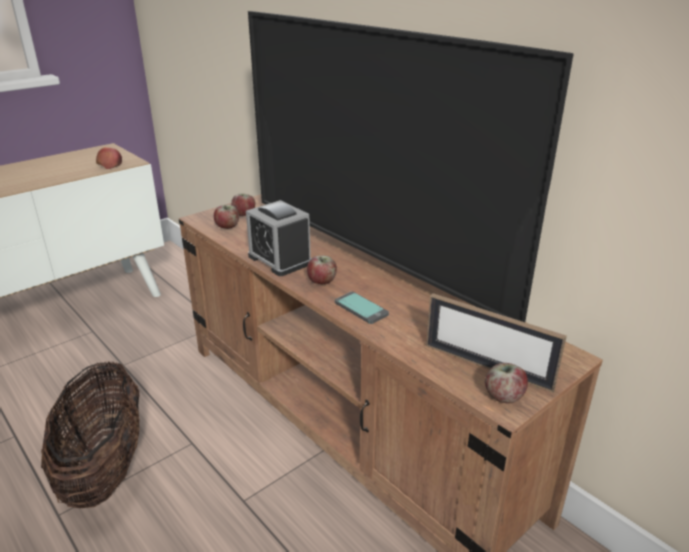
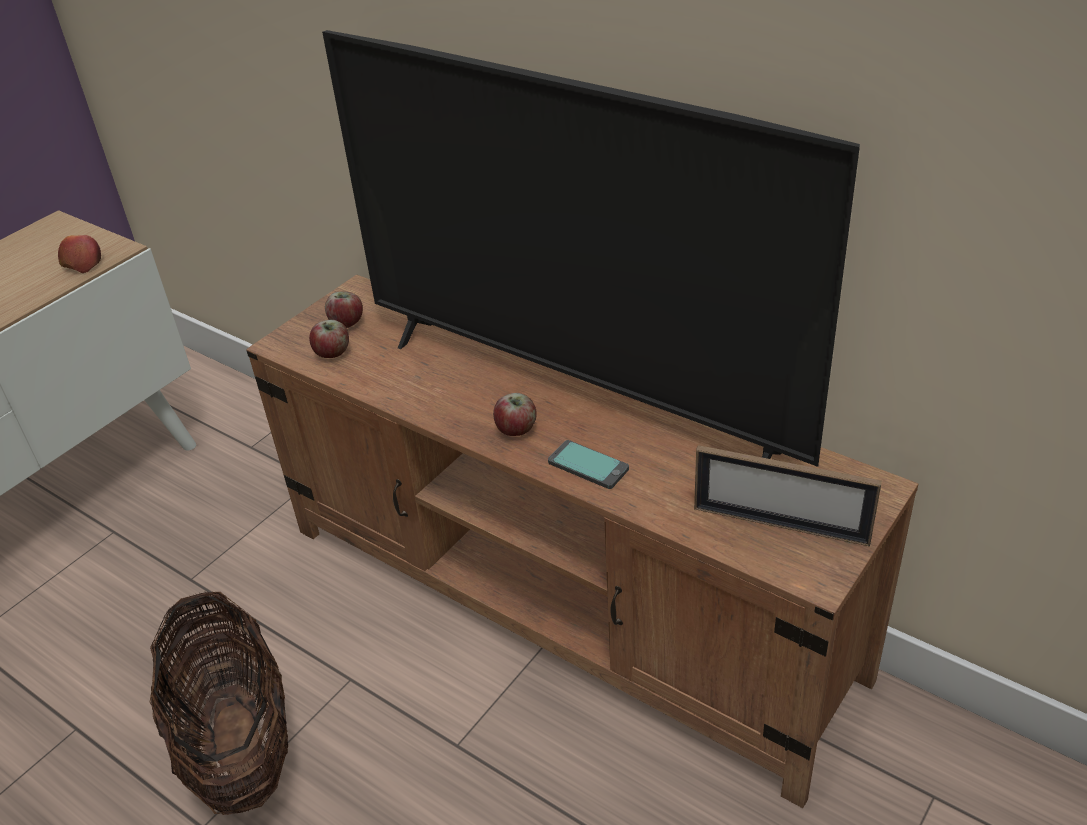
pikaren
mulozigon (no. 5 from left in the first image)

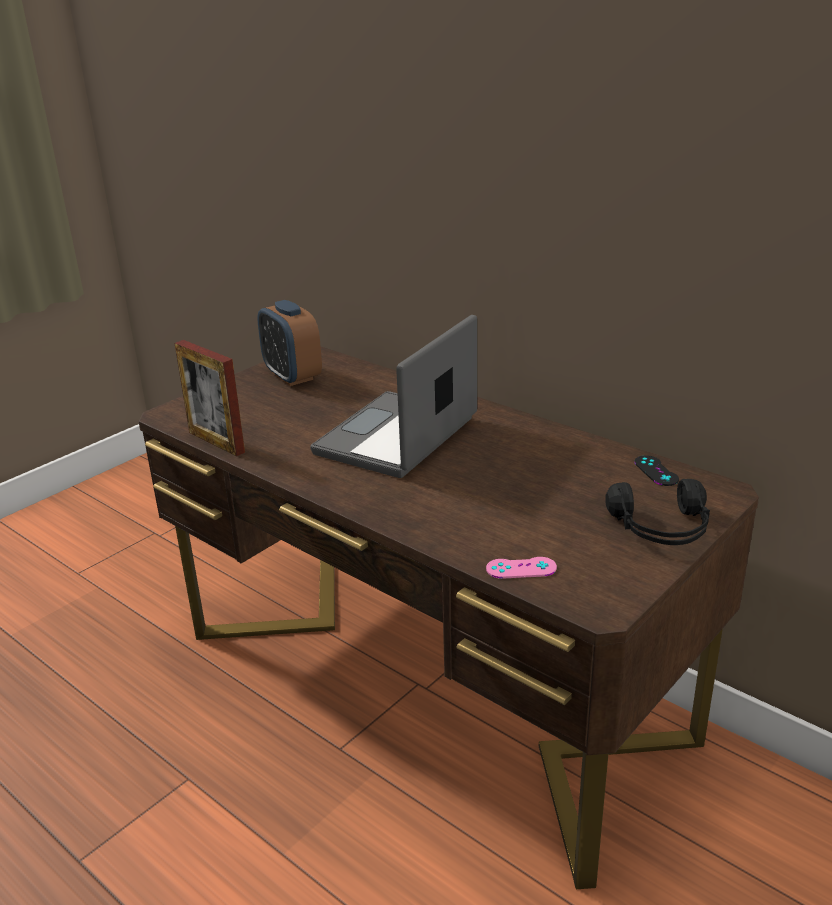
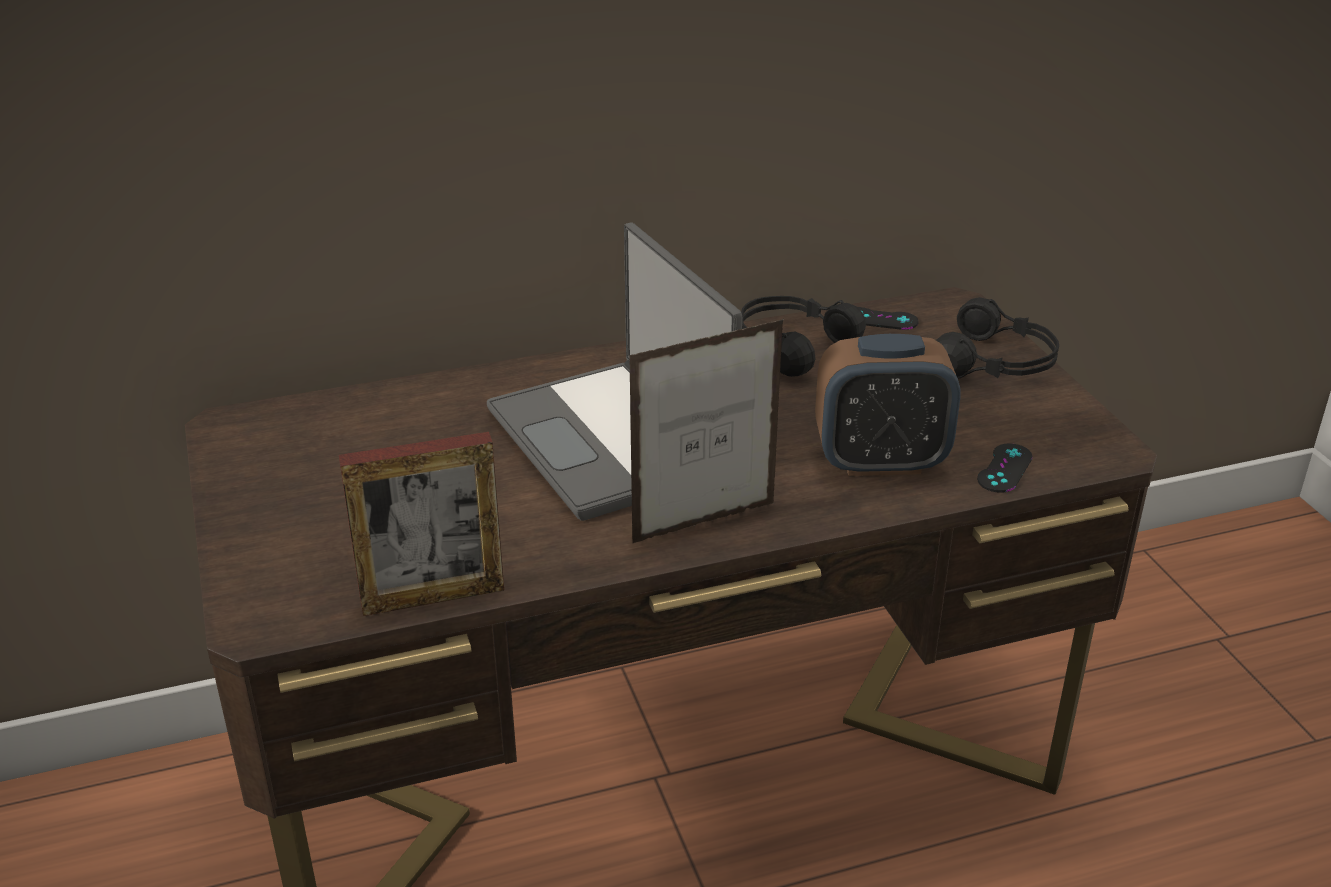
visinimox (no. 2 from left)
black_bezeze (no. 1 from left)
pikaren
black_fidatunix (no. 2 from left)

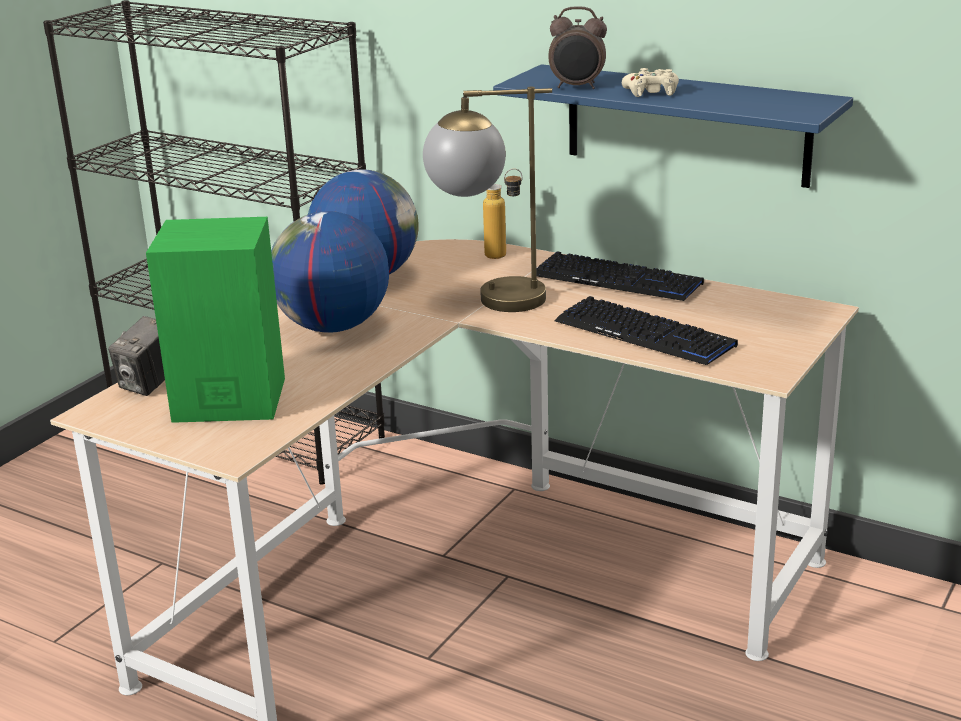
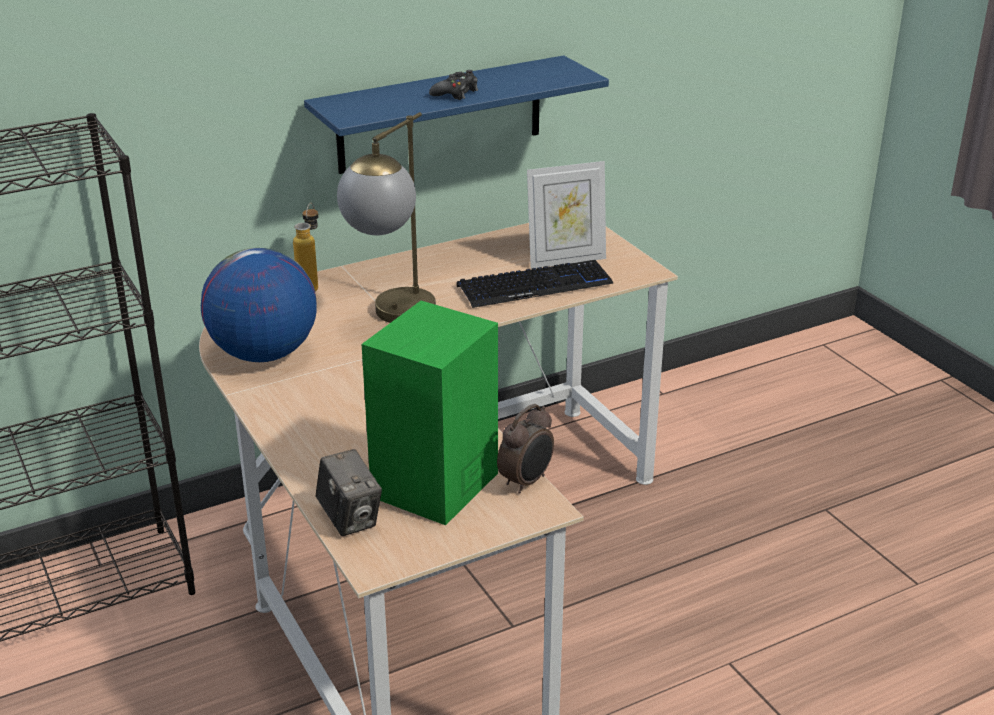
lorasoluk (no. 1 from left in the first image)
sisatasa (no. 1 from left in the first image)
visinimox
pikaren
black_fidatunix

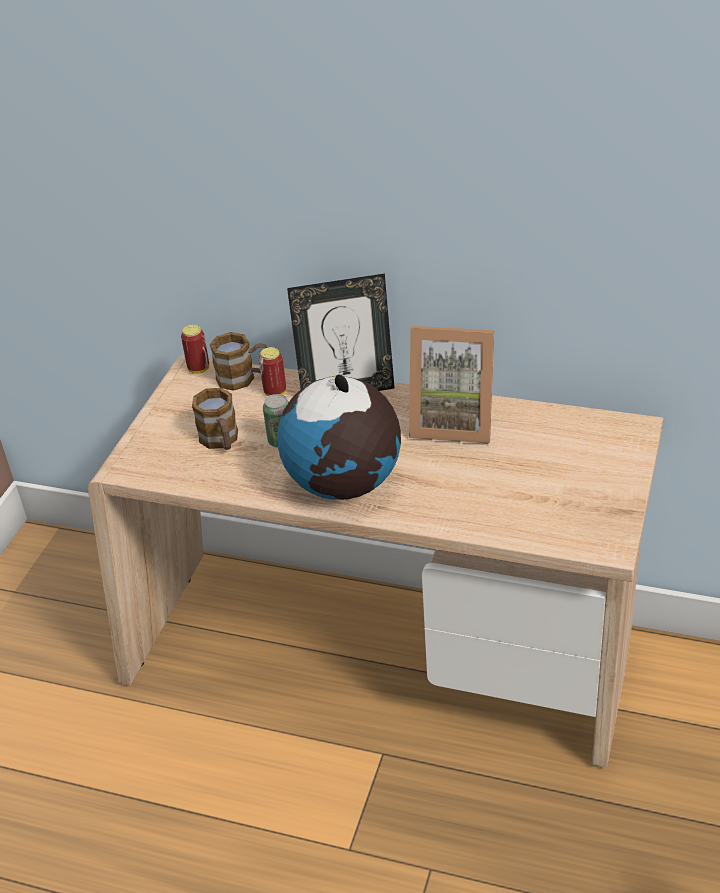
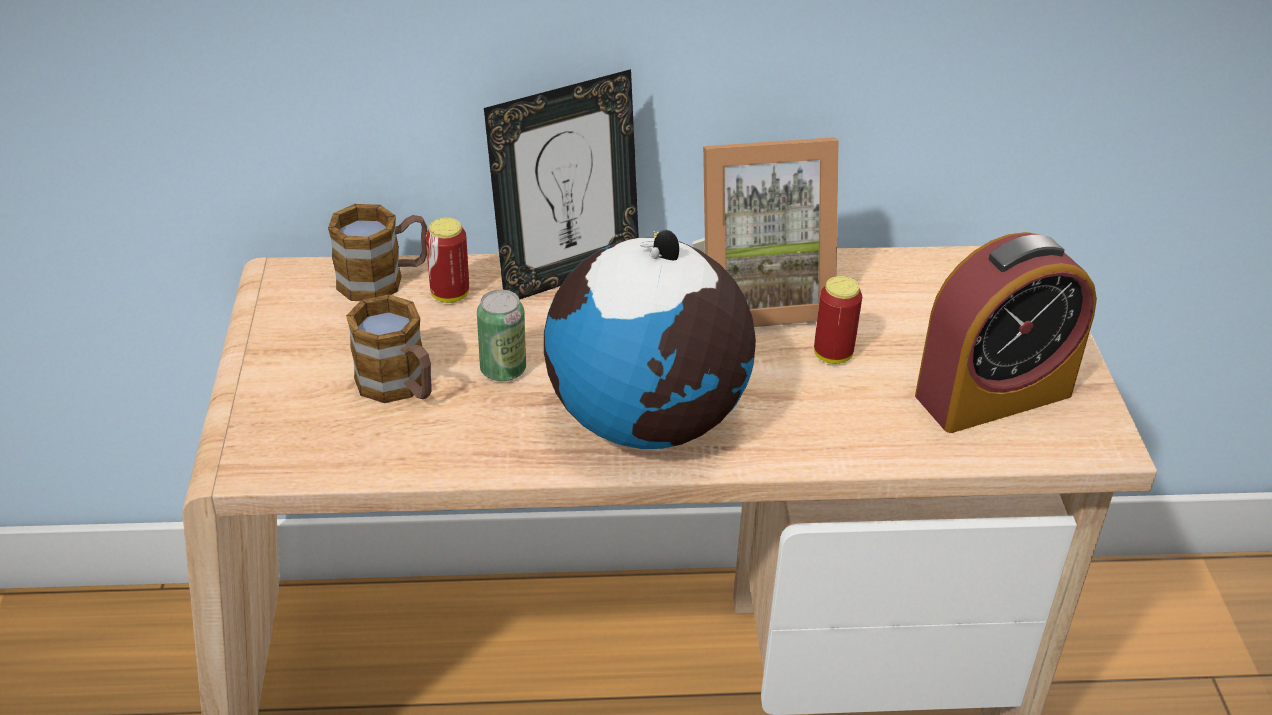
pikaren
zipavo (no. 3 from left)

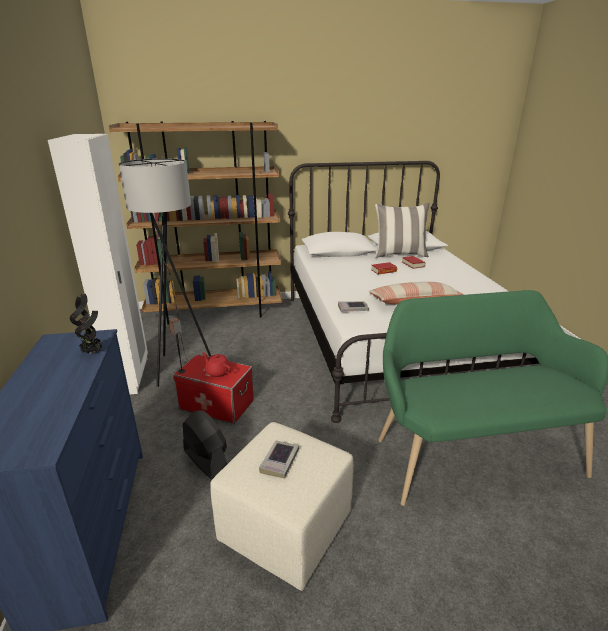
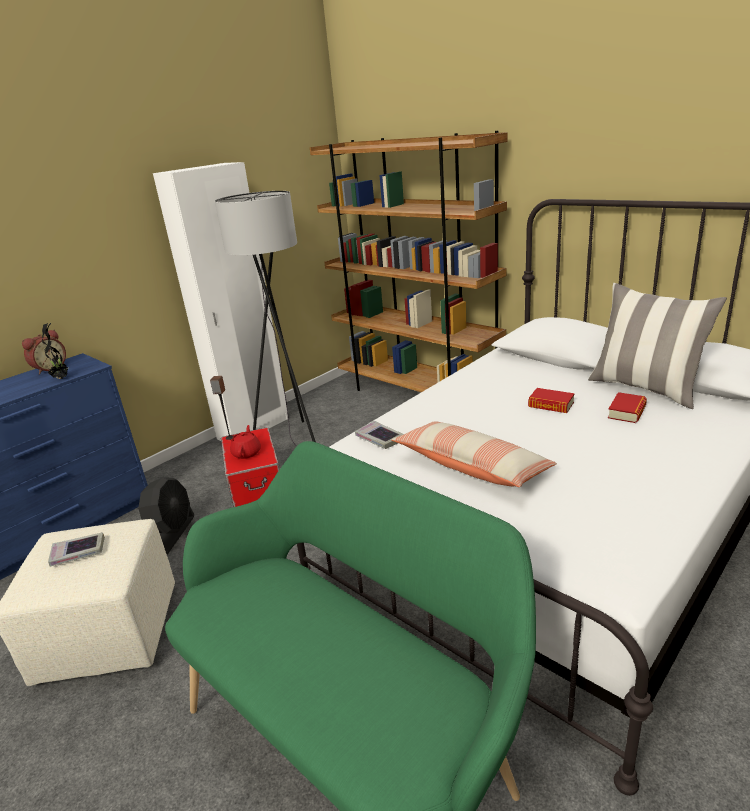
pikaren

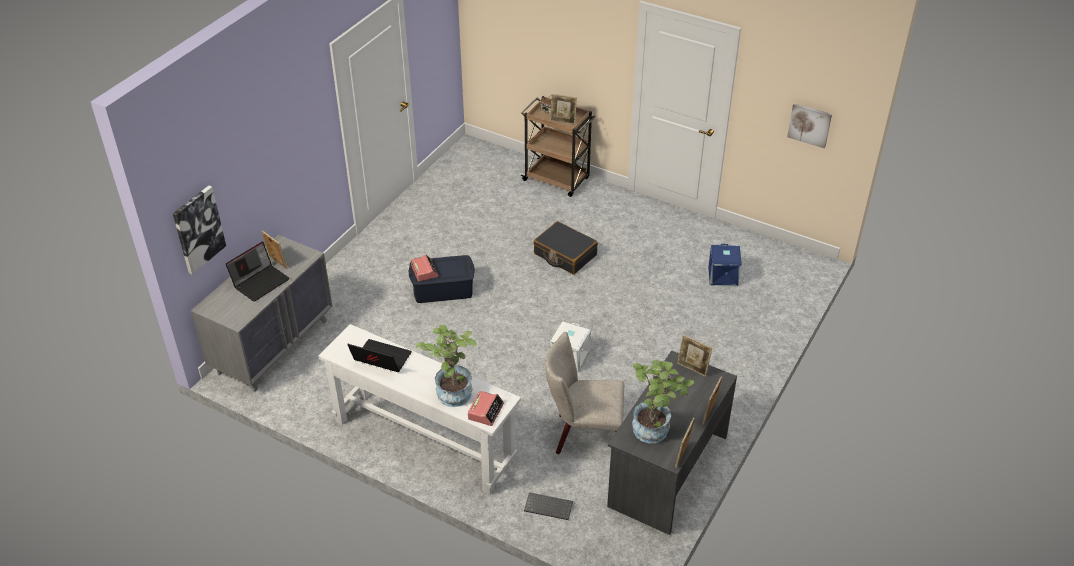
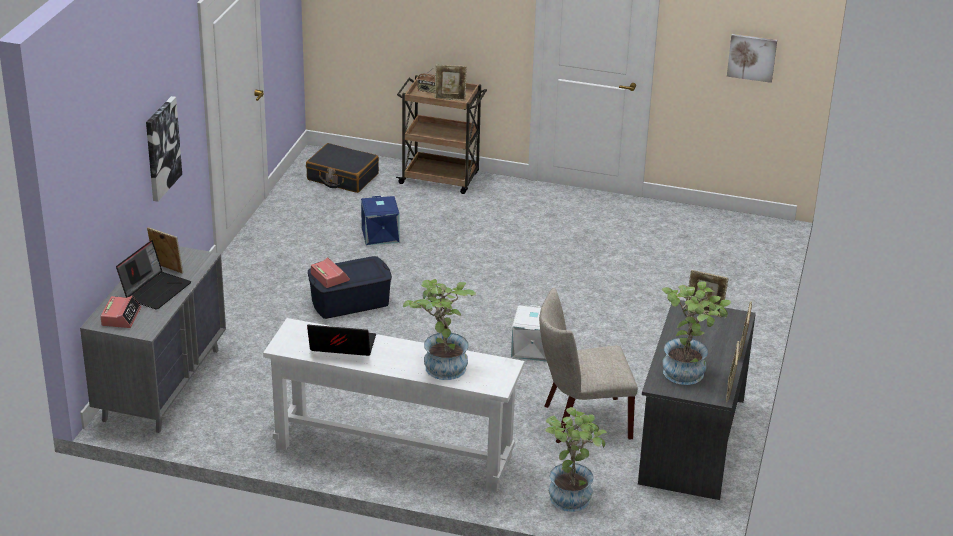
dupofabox (no. 1 from left)
pikaren (no. 1 from left)
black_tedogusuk
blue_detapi (no. 2 from left)
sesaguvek (no. 2 from left)

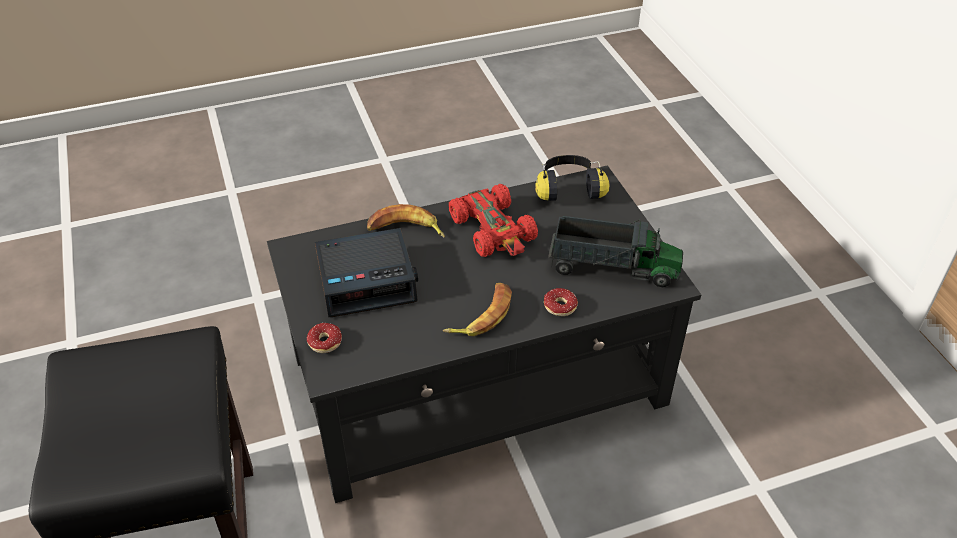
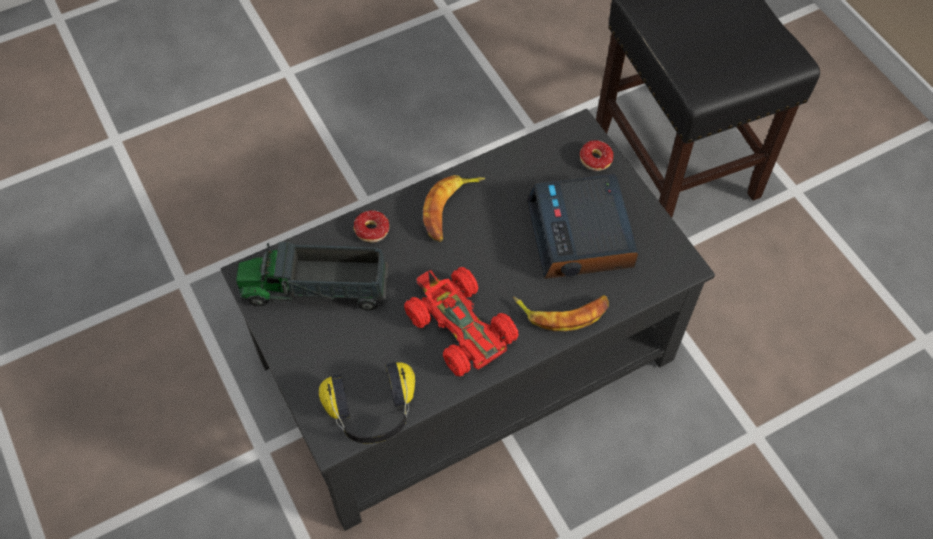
pikaren

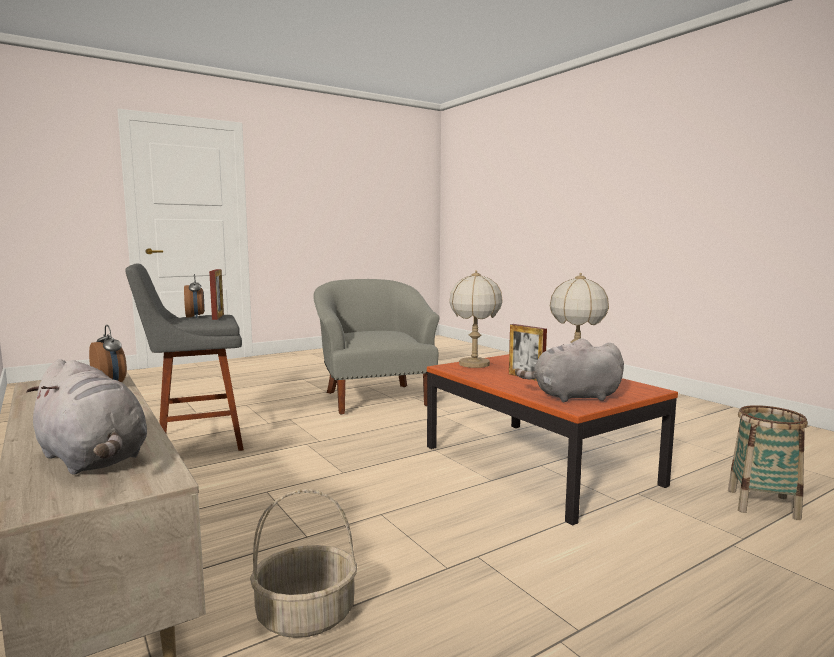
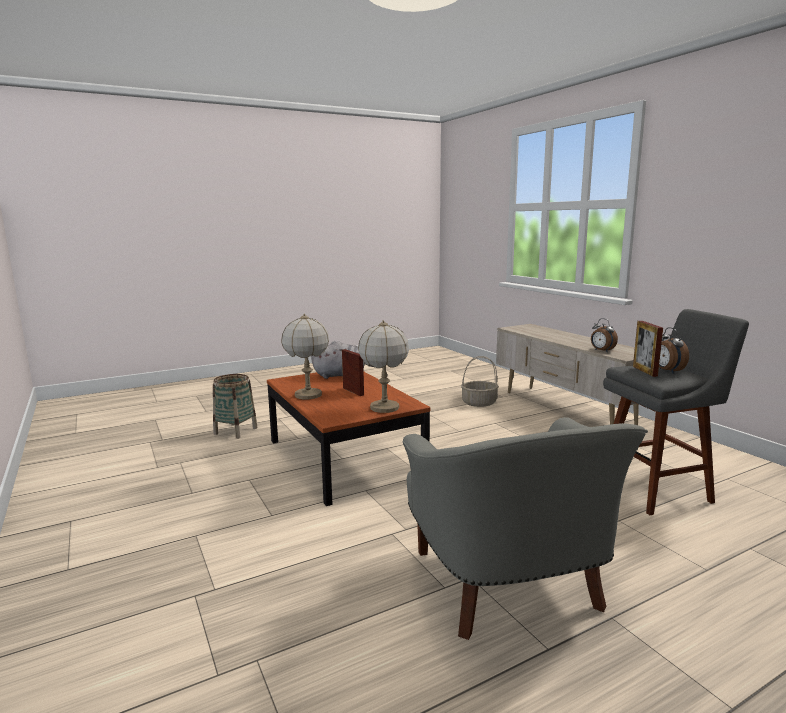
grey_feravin (no. 1 from left in the first image)

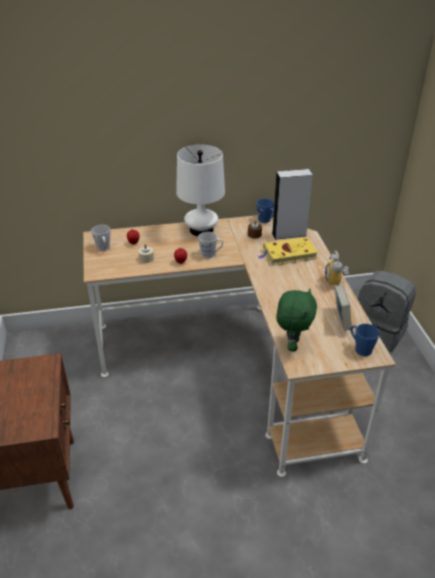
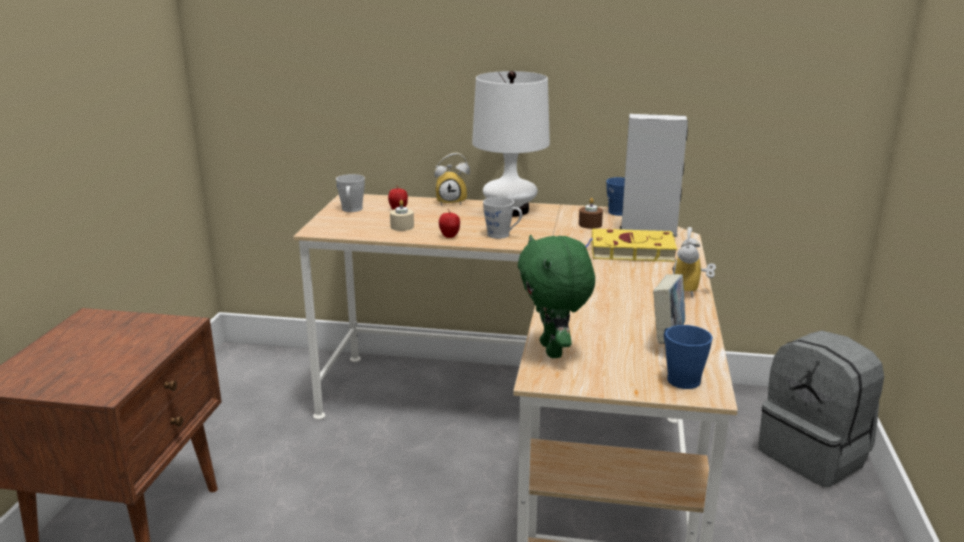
pikaren (no. 1 from left)
green_feravin

